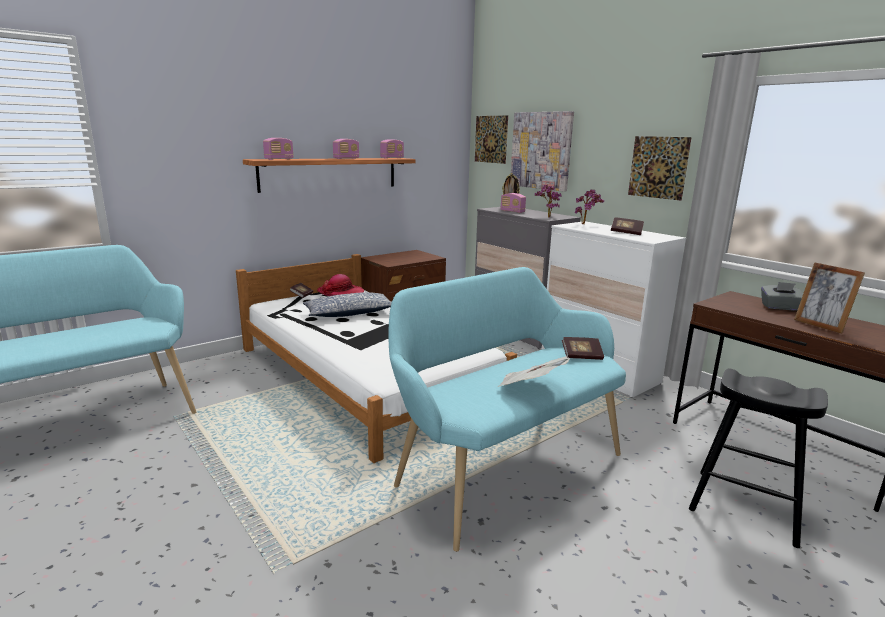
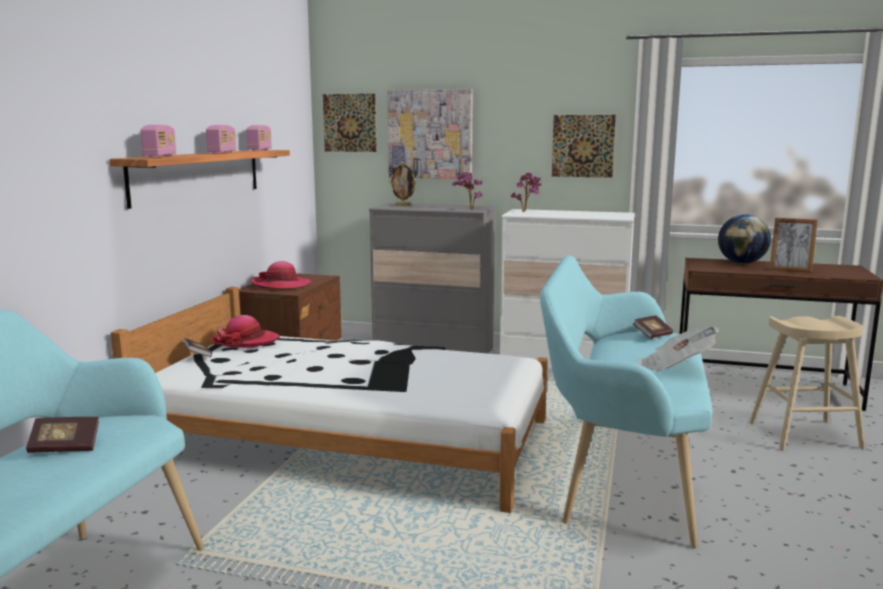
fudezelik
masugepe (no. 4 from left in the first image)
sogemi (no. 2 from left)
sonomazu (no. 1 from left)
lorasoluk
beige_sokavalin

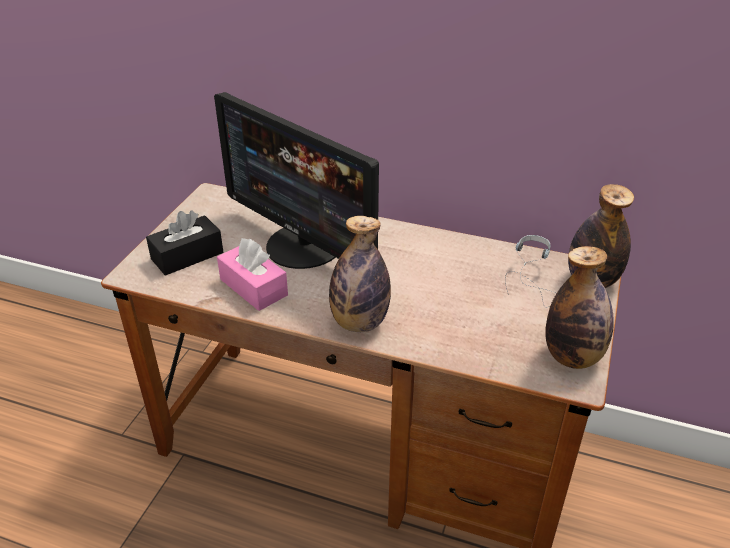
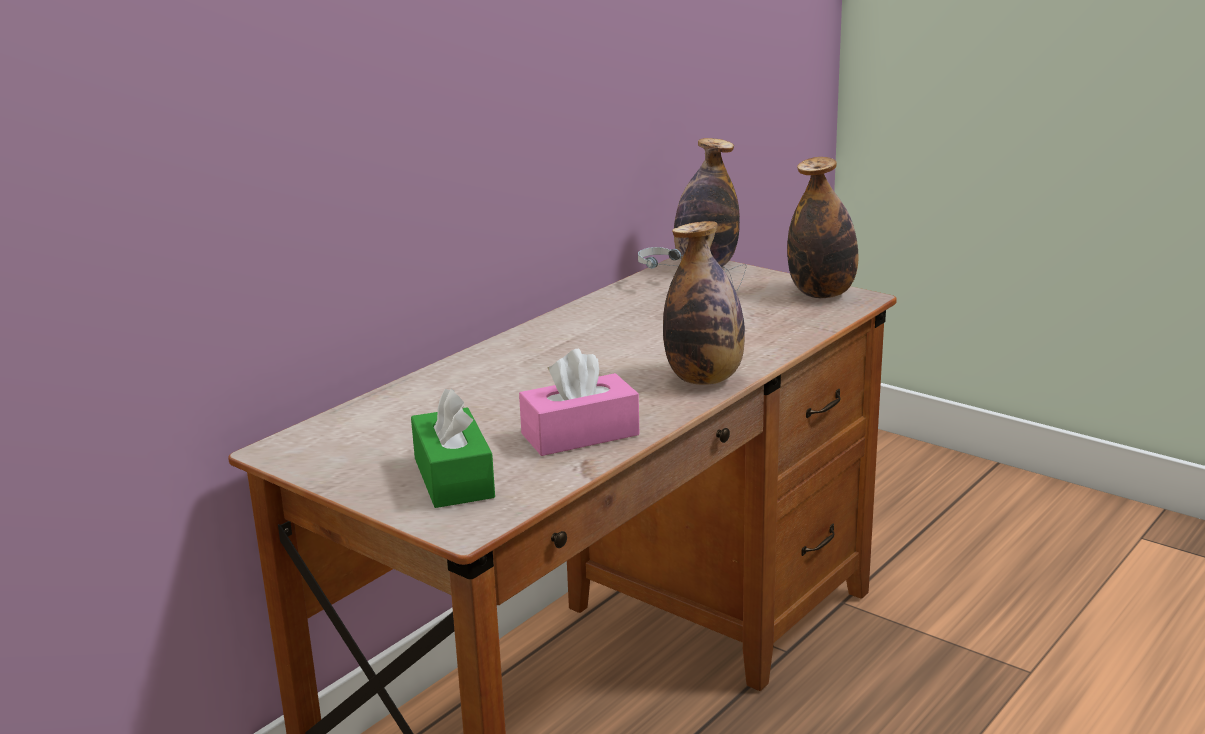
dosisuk
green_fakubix

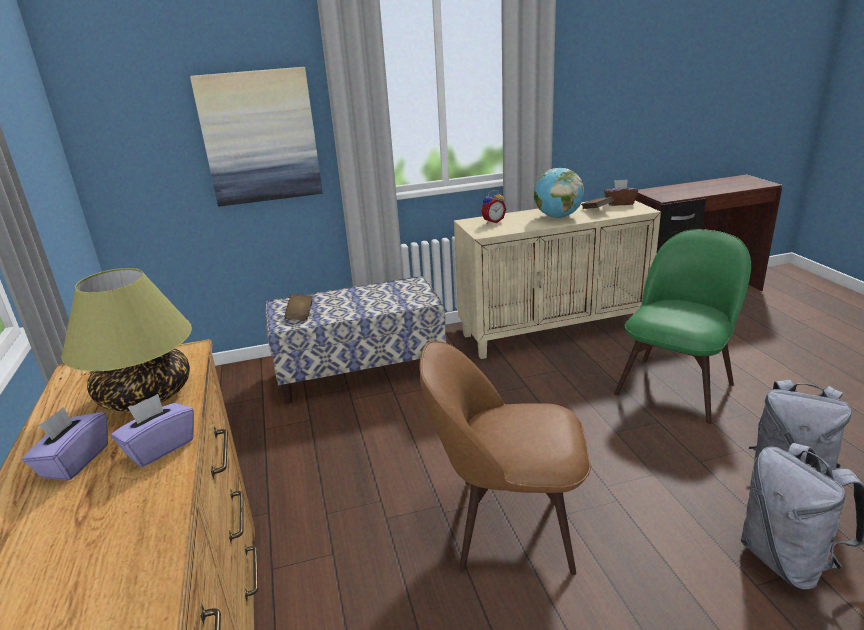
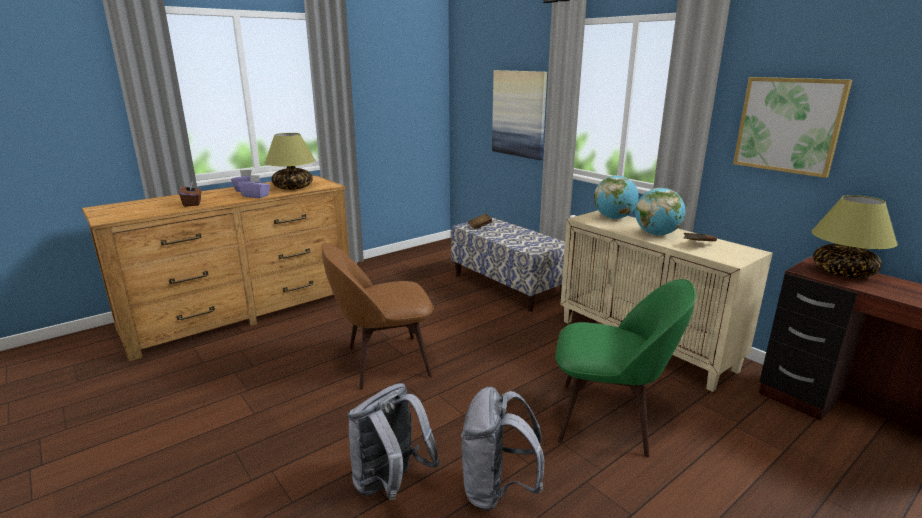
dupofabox (no. 2 from left)
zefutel (no. 2 from left)
brown_fakubix
lorasoluk (no. 1 from left)
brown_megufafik

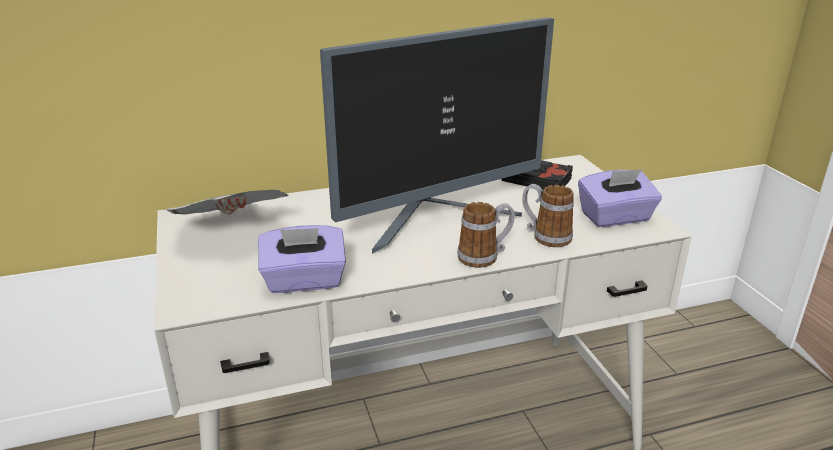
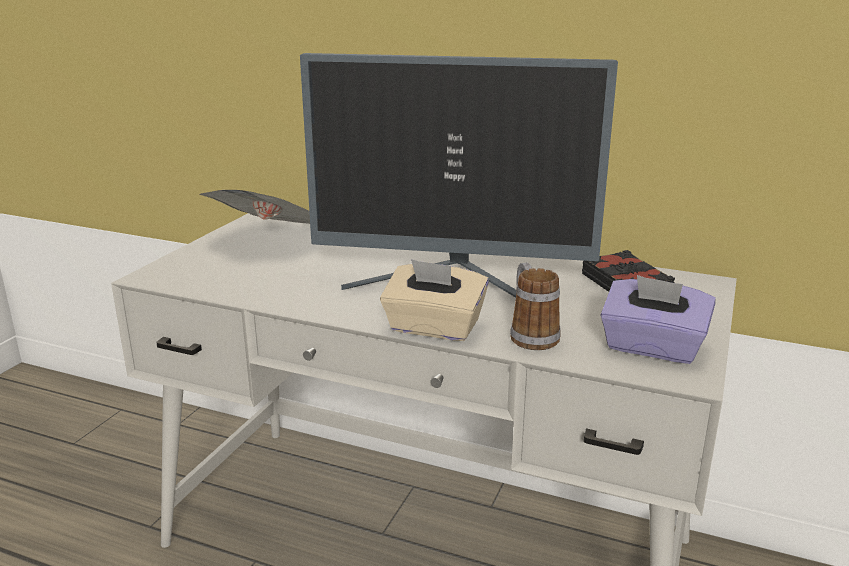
purple_fakubix (no. 1 from left in the first image)
beige_fakubix

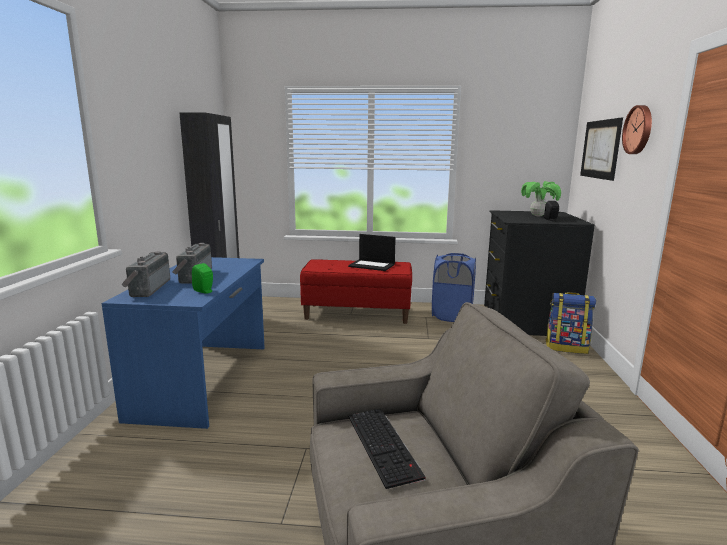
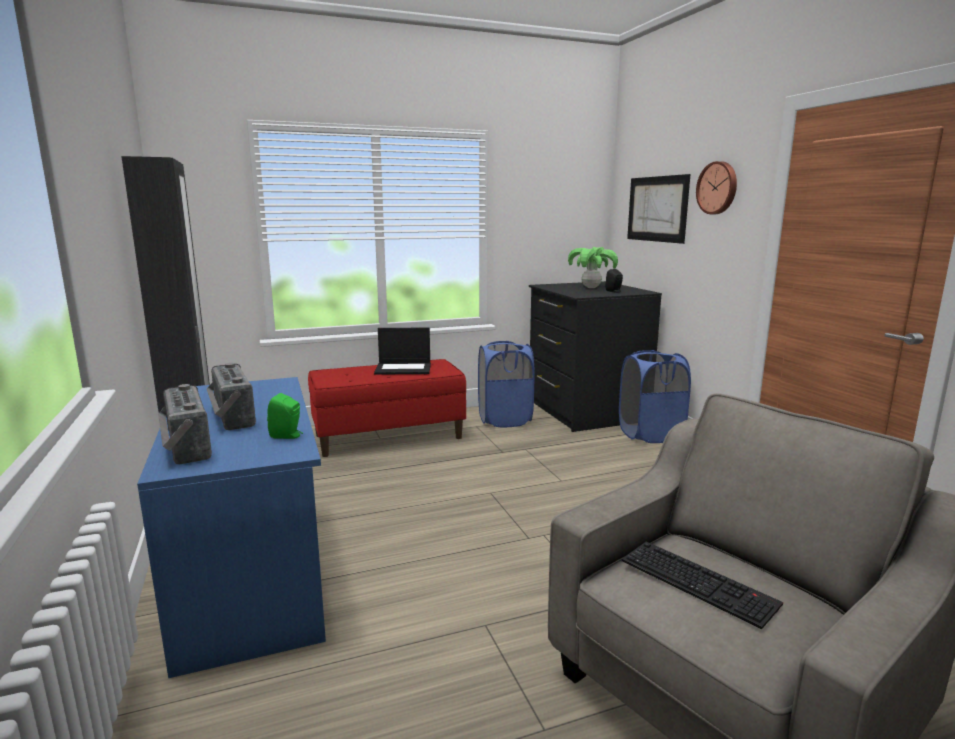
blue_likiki (no. 2 from left)

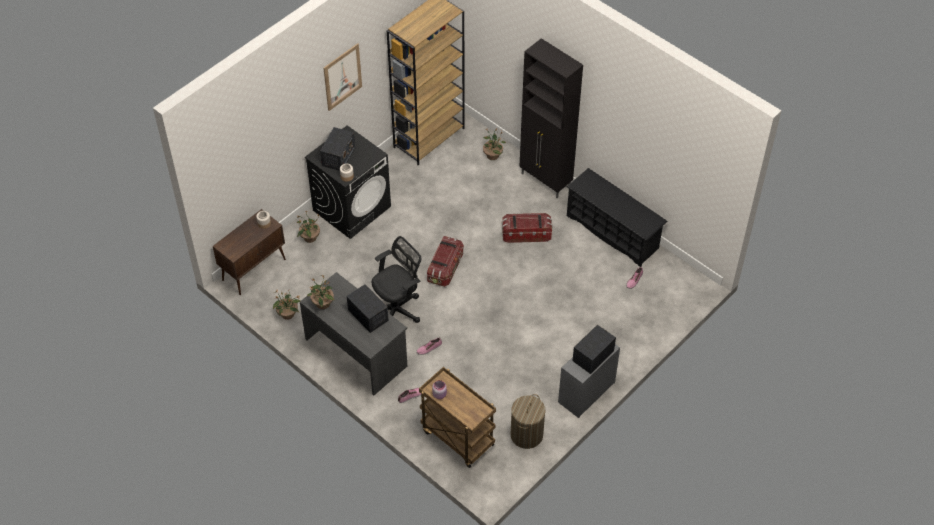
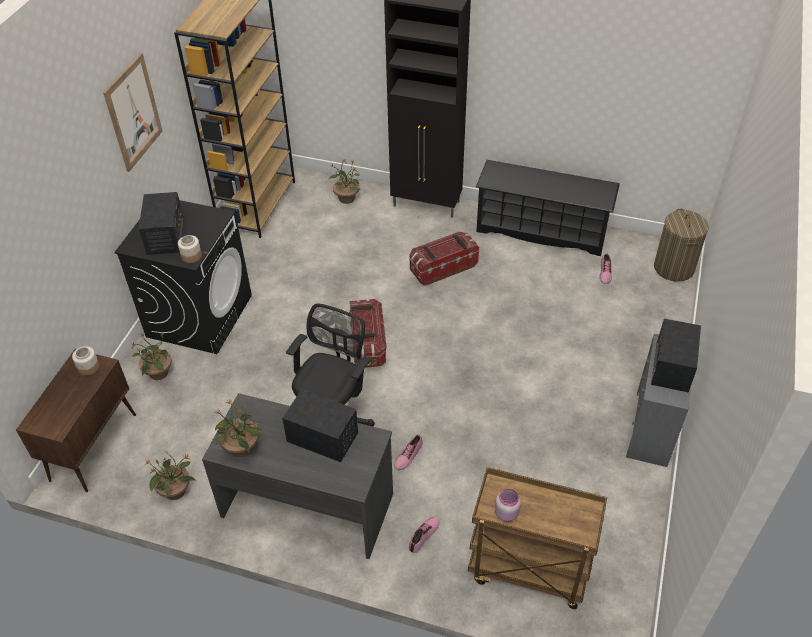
likiki

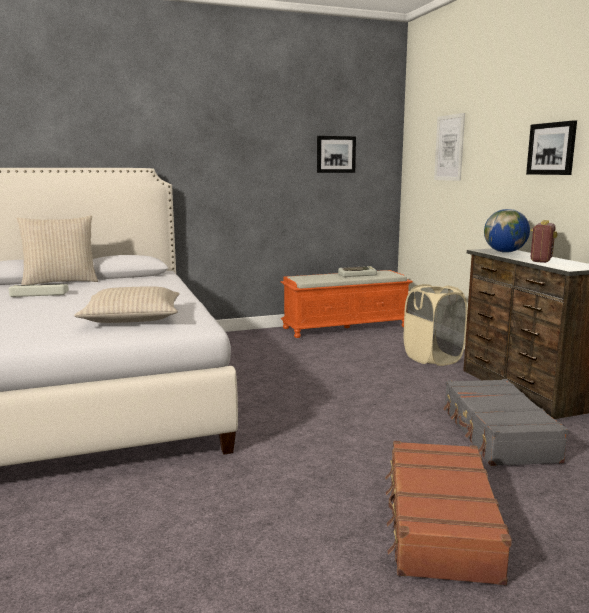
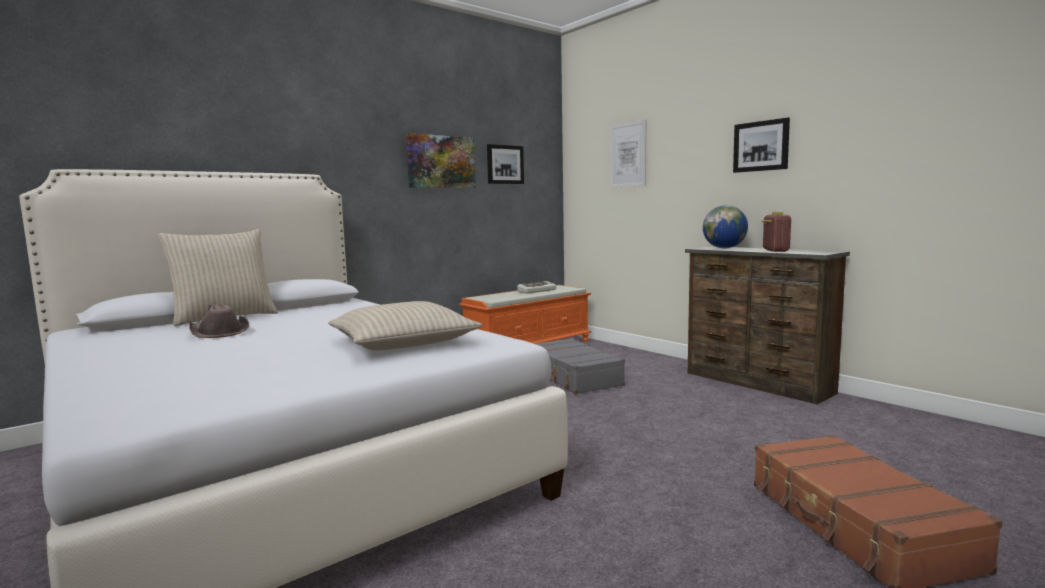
beige_likiki
dupofabox (no. 1 from left)
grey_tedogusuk
brown_sogemi

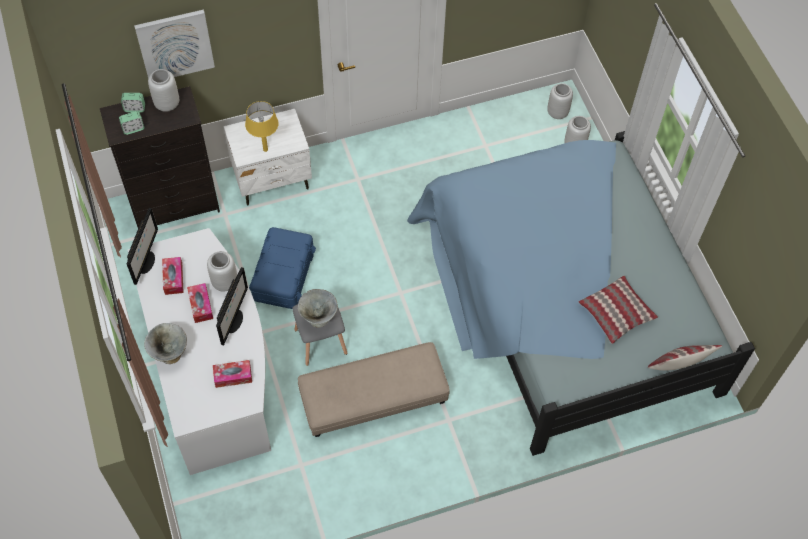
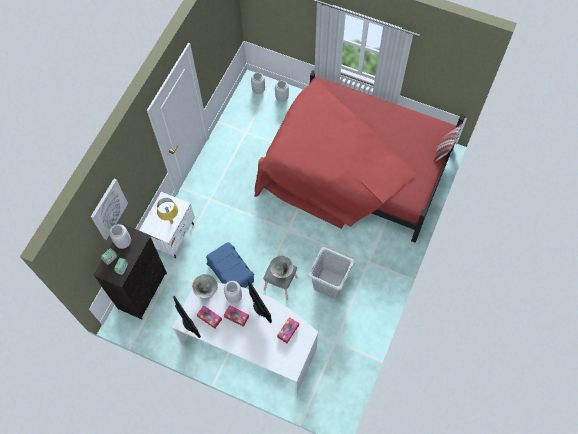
fudezelik (no. 1 from left in the first image)
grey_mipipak (no. 1 from left)
grey_likiki
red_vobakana

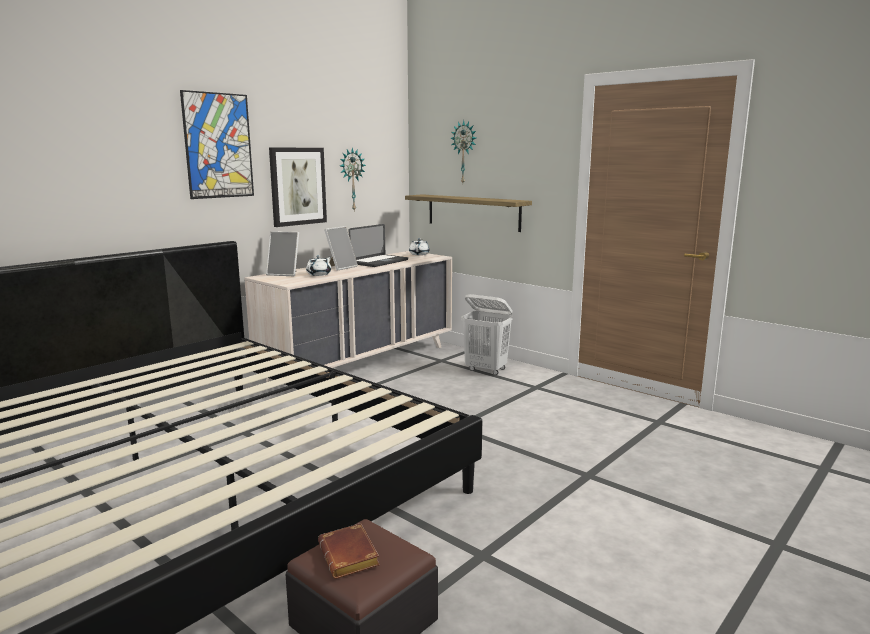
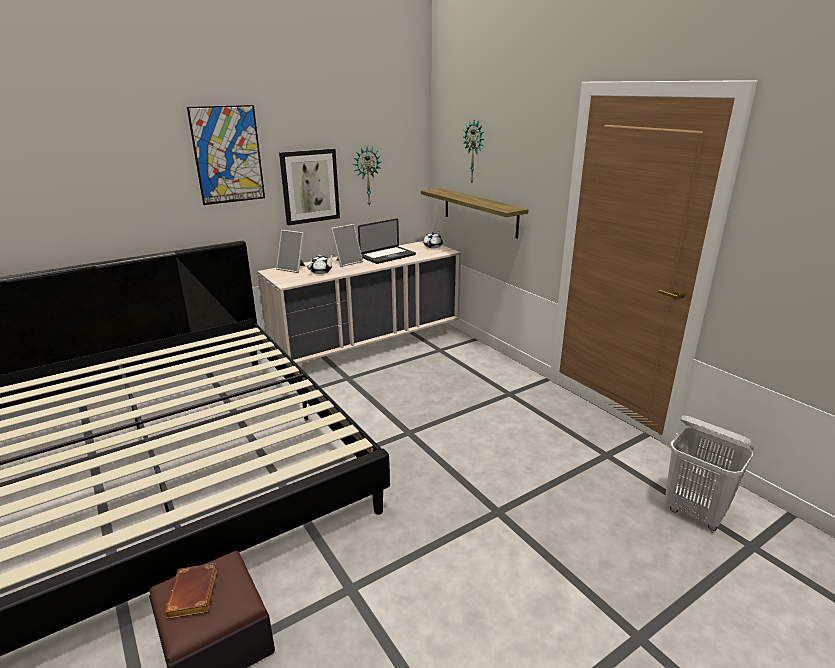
white_likiki

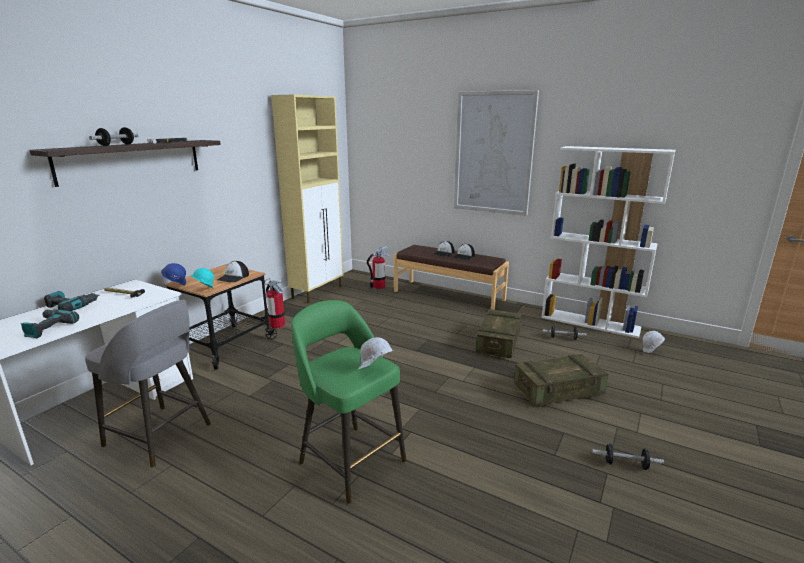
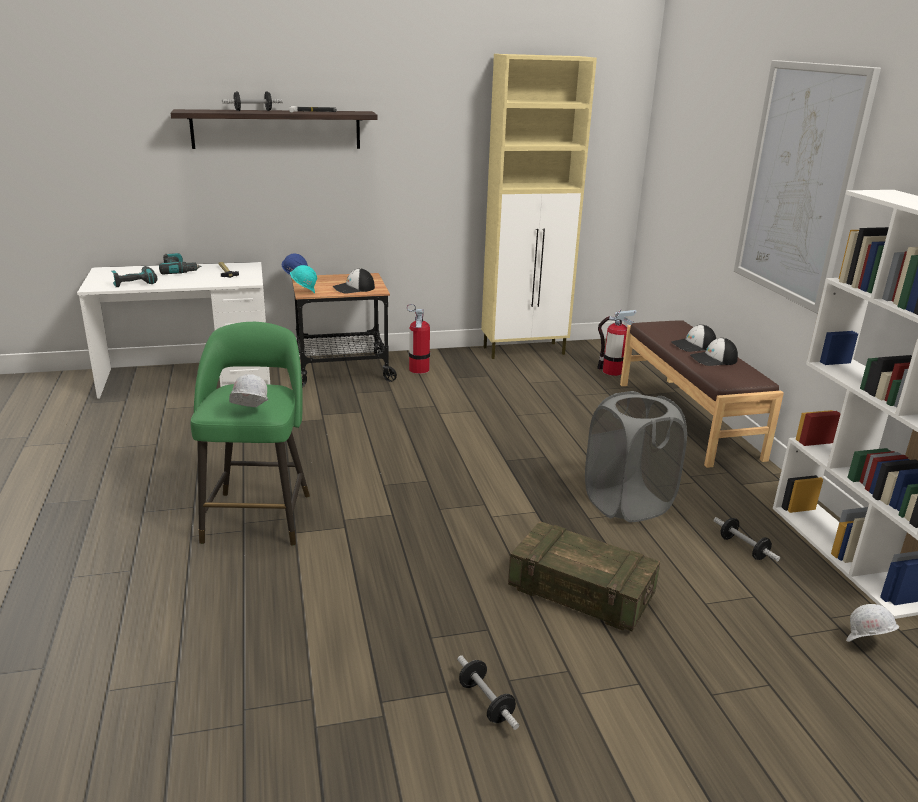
grey_sokavalin
grey_likiki

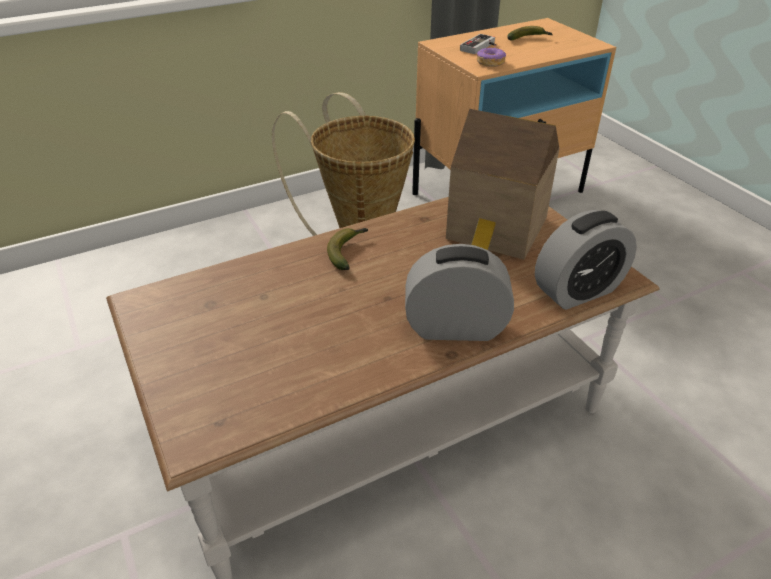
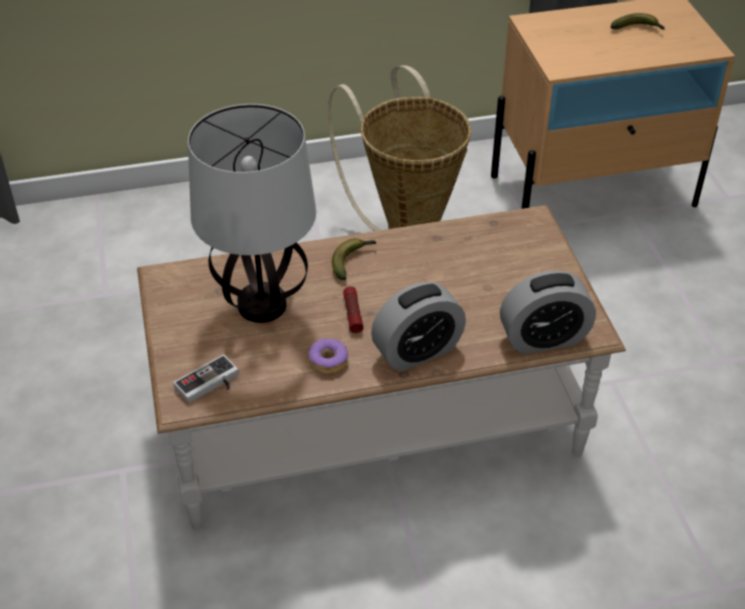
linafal
zefutel
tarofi
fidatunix
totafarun
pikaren (no. 1 from left)

